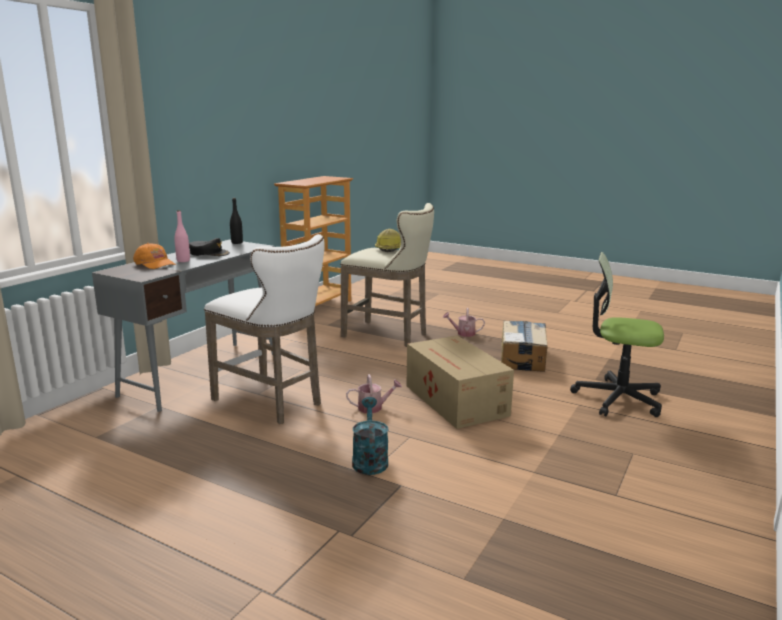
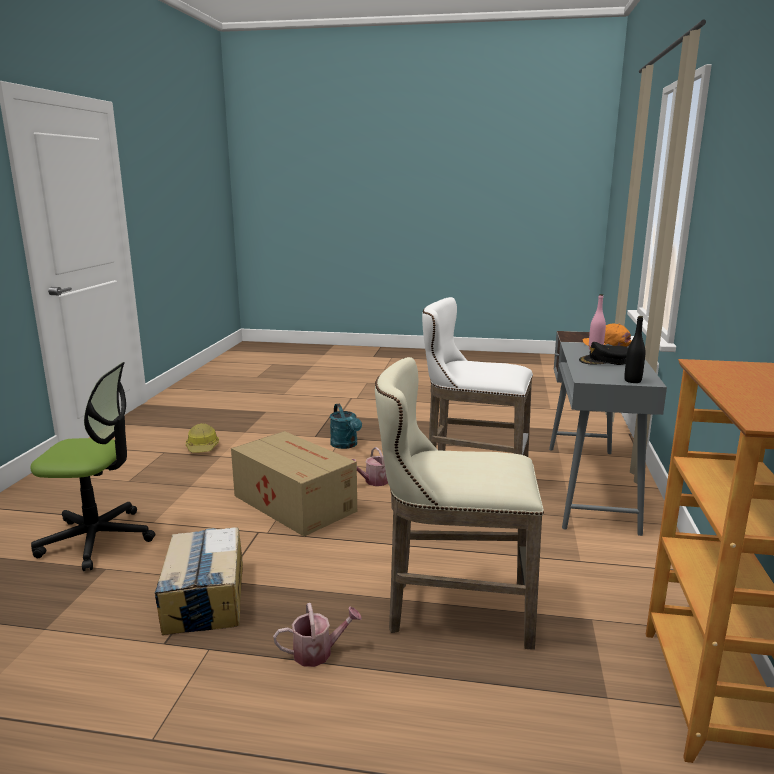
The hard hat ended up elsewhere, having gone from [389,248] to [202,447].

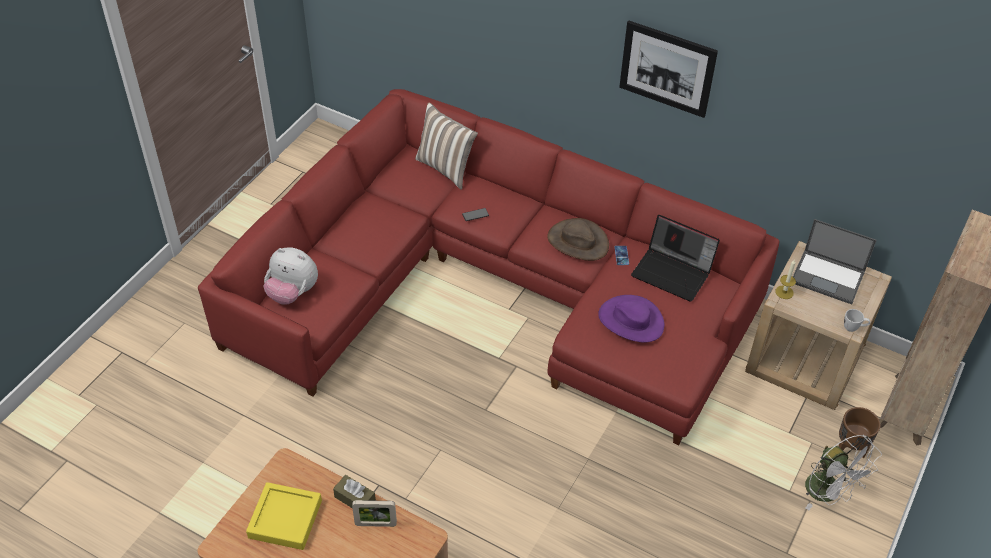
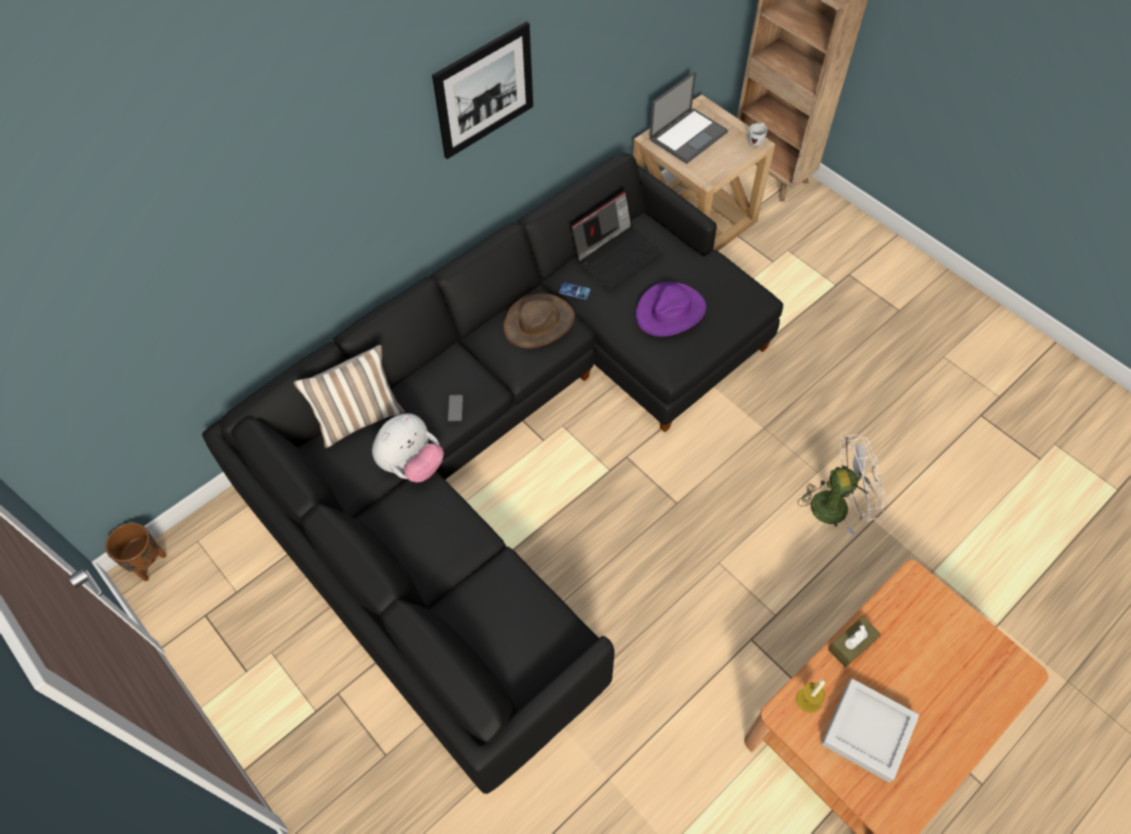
The brown planter ended up elsewhere, having gone from [850,448] to [148,564].
What was the red sofa at [494,289] turned into the black sofa at [508,446].
The plush toy ended up elsewhere, having gone from [292,293] to [412,464].
The candle ended up elsewhere, having gone from [784,292] to [808,700].
The white fan ended up elsewhere, having gone from [828,493] to [837,504].
What was the yellow tray at [285,519] turned into the grey tray at [867,731].
The second view lost the picture frame at [375,524].

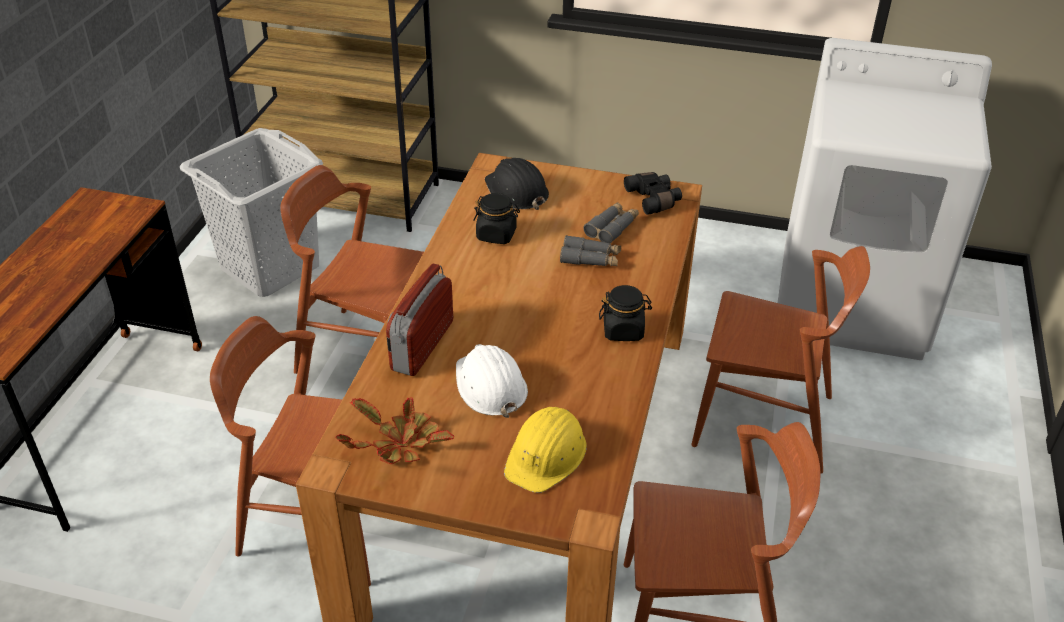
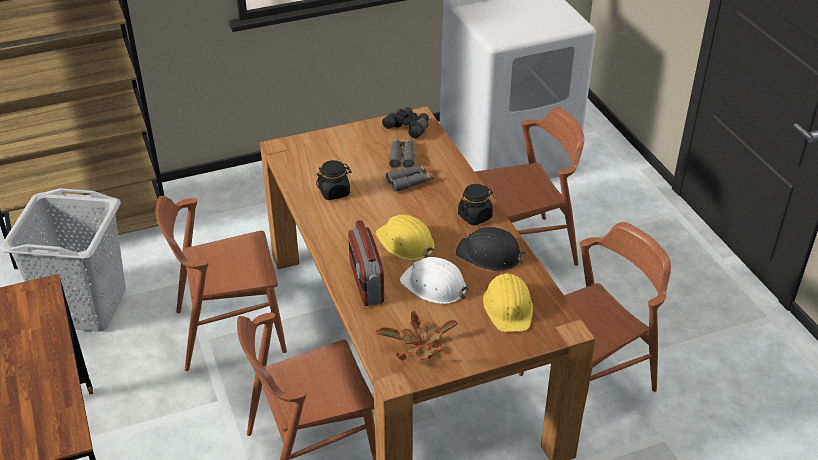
The second view gained the yellow hard hat at [405,242].
The black hard hat ended up elsewhere, having gone from [516,191] to [489,255].

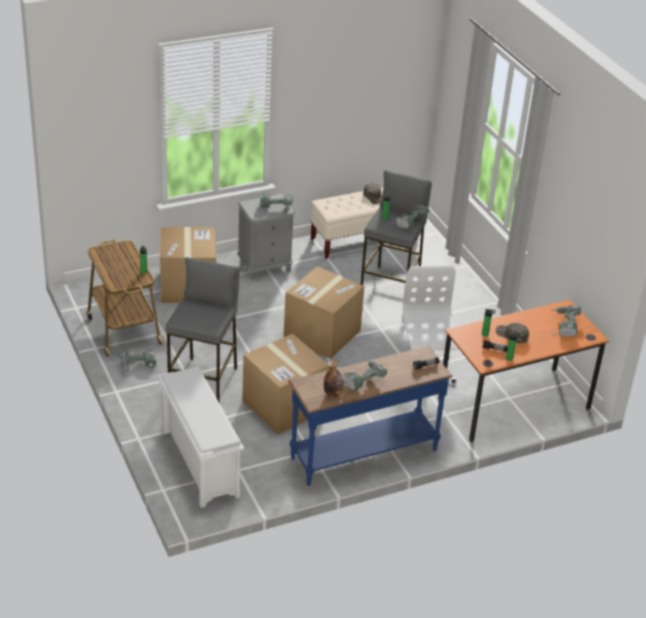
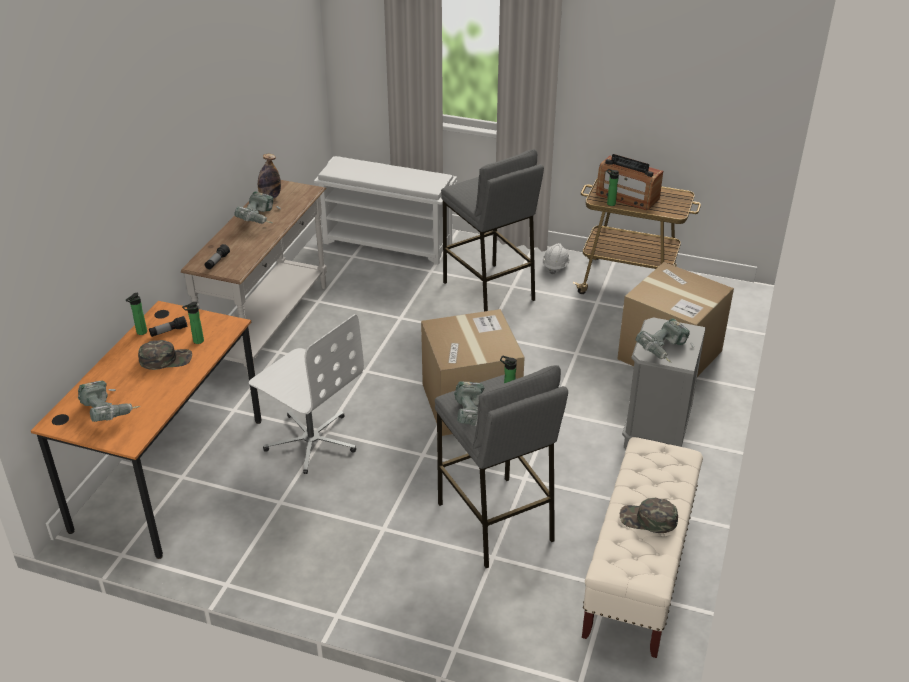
What was the blue console table at [363,453] turned into the white console table at [270,327].
Where the power drill stood at [138,368], the white hard hat came to stand at [555,266].
The second view gained the radio at [627,196].
The second view lost the cardboard box at [284,406].

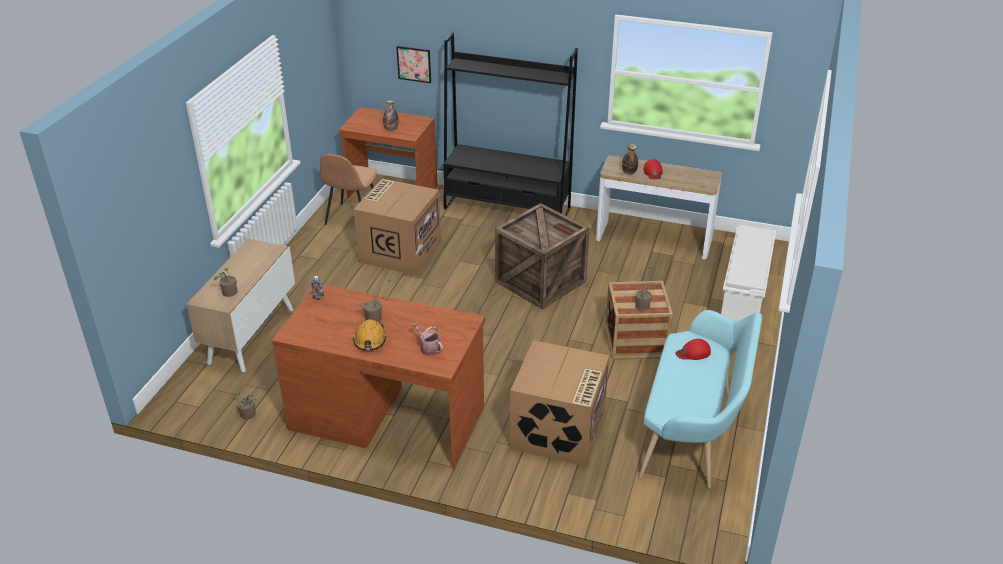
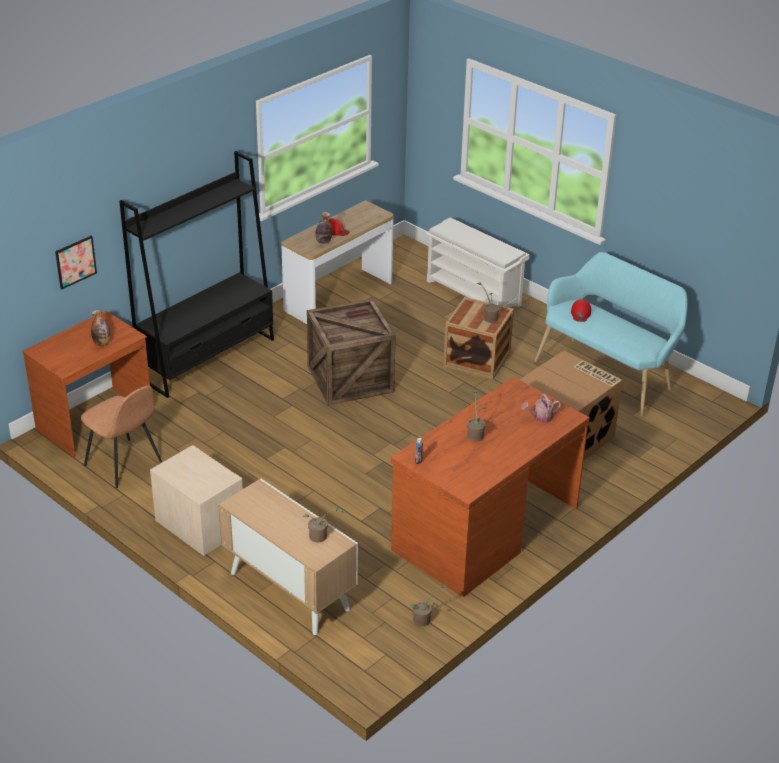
The second view gained the beige nightstand at [199,524].
The second view lost the cardboard box at [400,251].
The second view lost the orange hard hat at [370,340].

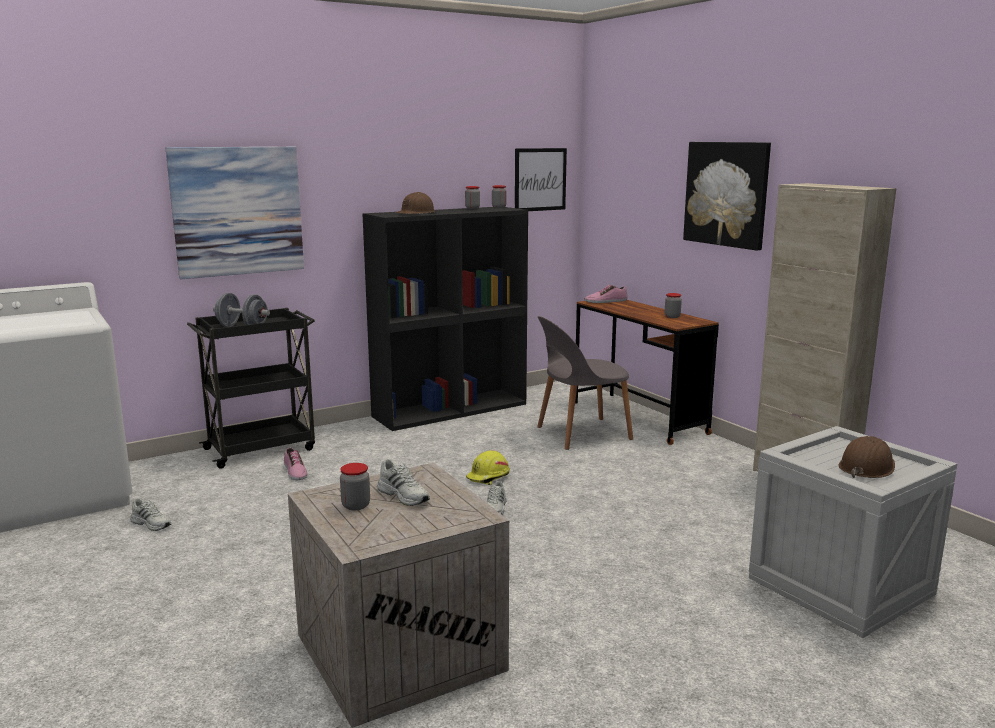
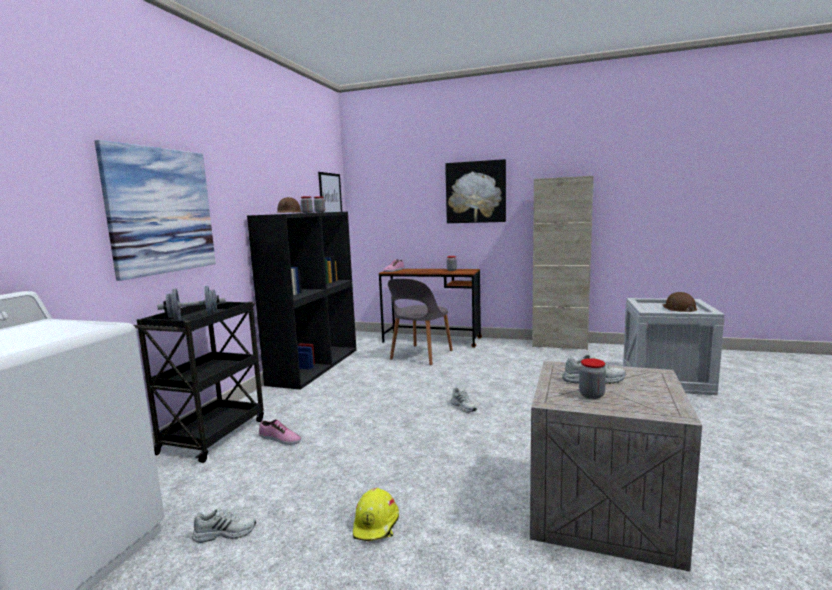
The yellow hard hat ended up elsewhere, having gone from [488,477] to [376,524].

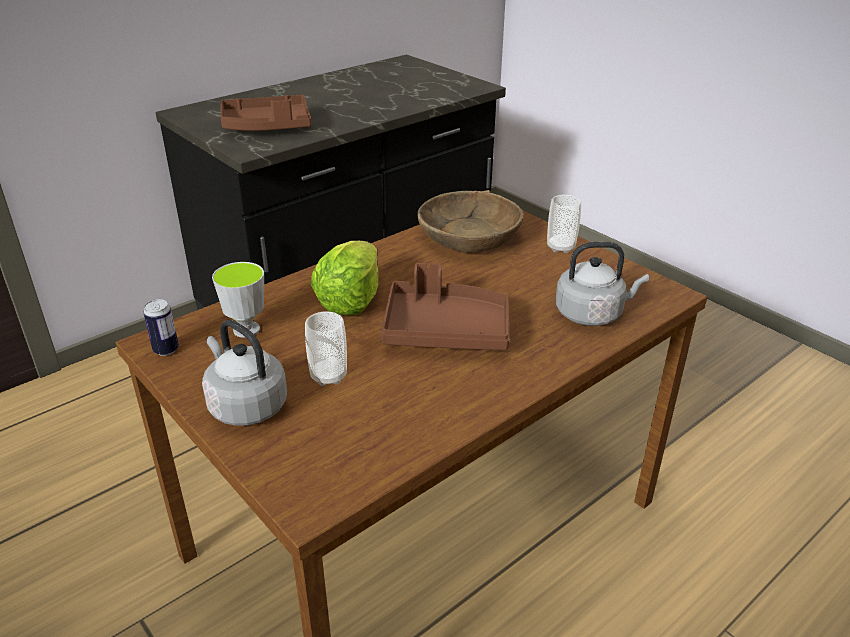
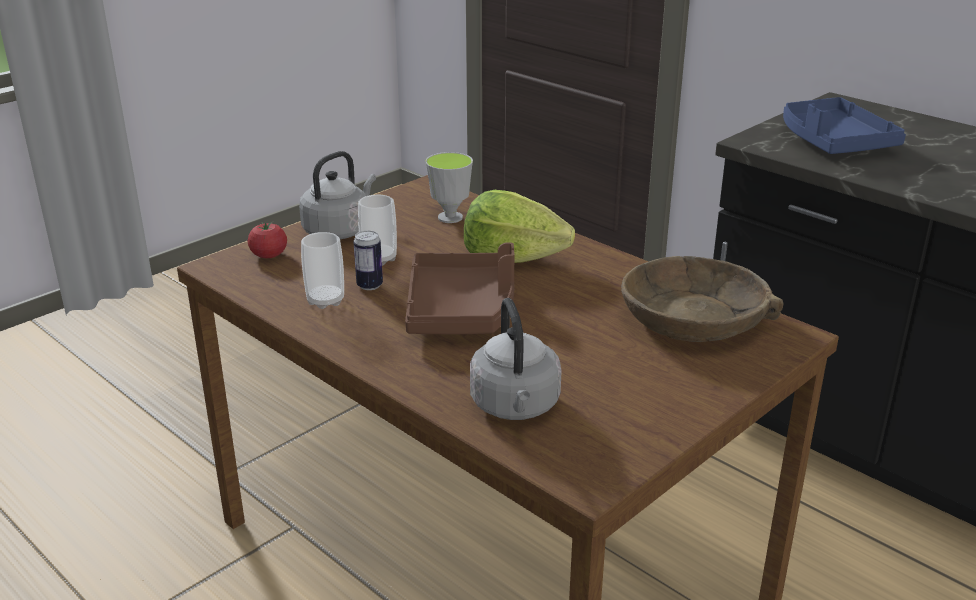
The second view gained the tomato at [269,255].
The cup ended up elsewhere, having gone from [561,247] to [325,301].
The can ended up elsewhere, having gone from [166,350] to [369,285].
What was the brown tray at [267,127] turned into the blue tray at [833,142].

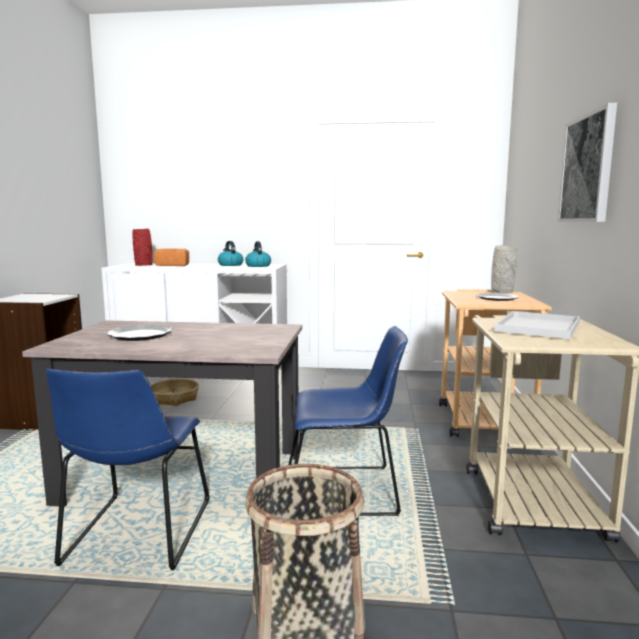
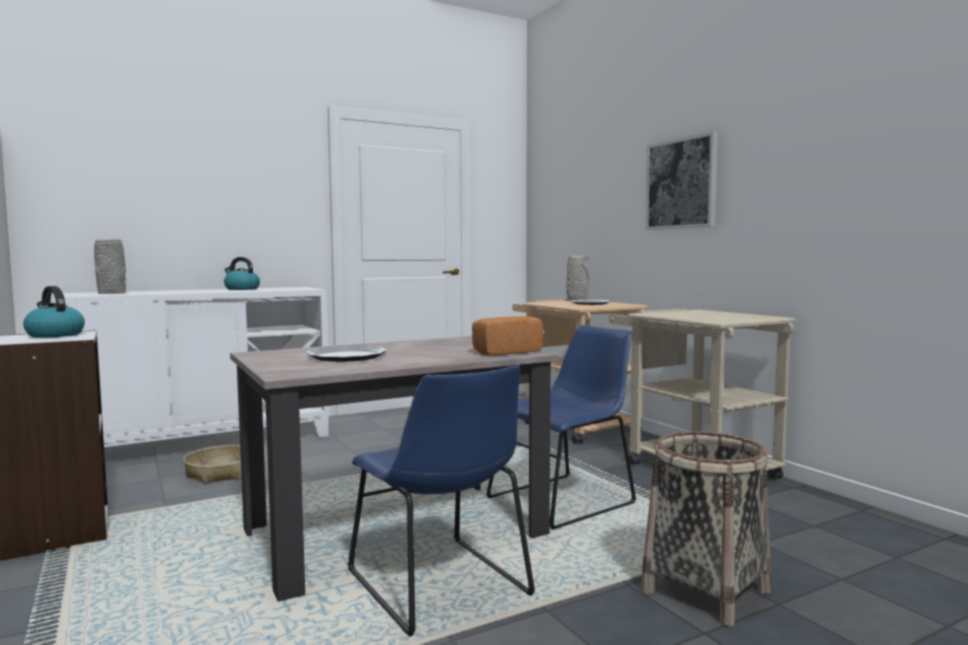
The kettle ended up elsewhere, having gone from [258,266] to [54,335].
What was the red vase at [144,265] turned into the grey vase at [112,293].
The bread ended up elsewhere, having gone from [173,265] to [504,352].
The second view lost the white tray at [539,327].

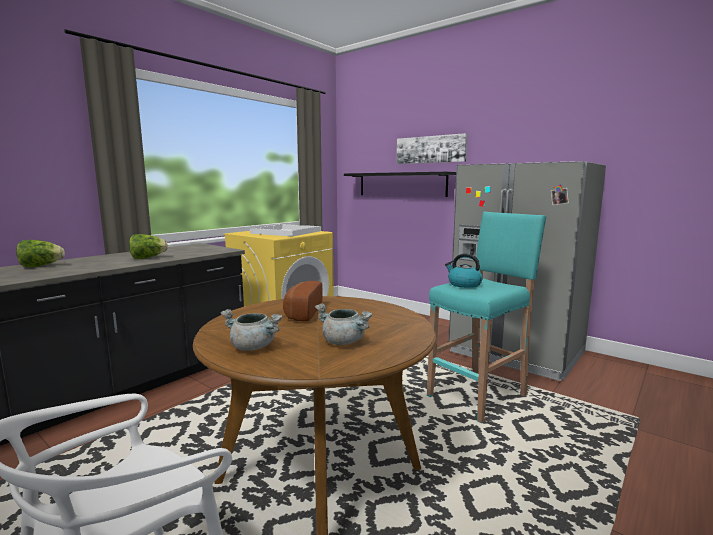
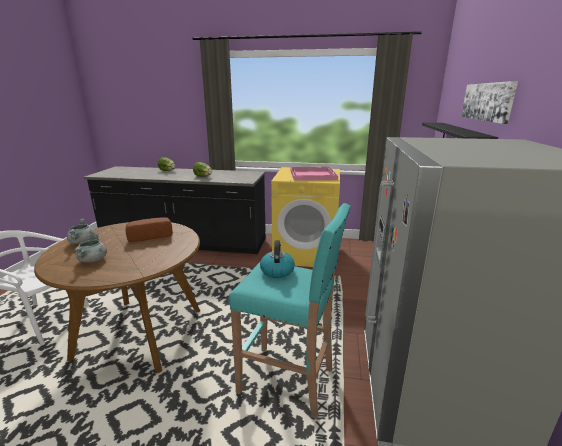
What was the white tray at [285,232] turned into the pink tray at [312,175].

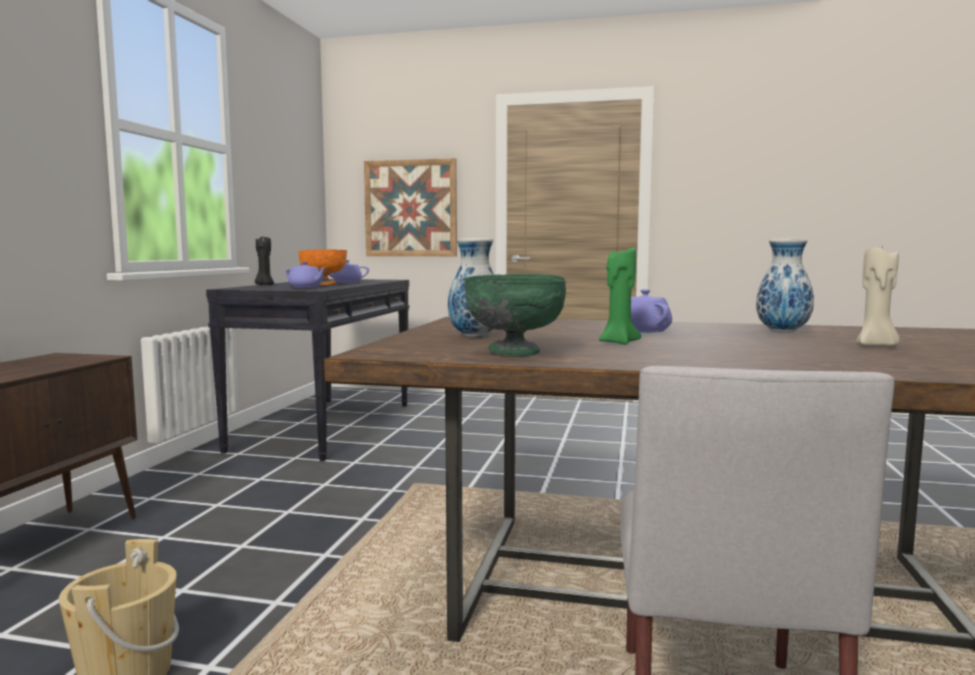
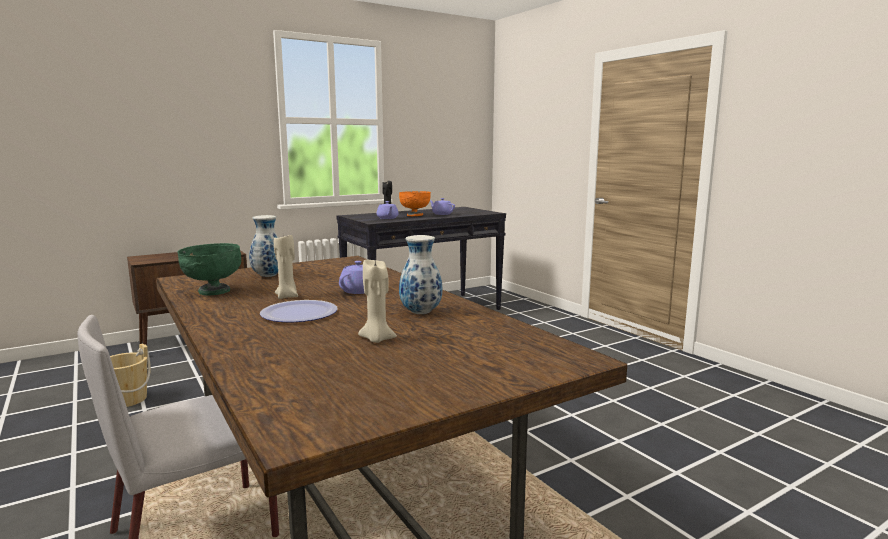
The second view gained the plate at [299,313].
What was the green candle at [618,342] turned into the beige candle at [287,296].
The second view lost the picture at [410,208].

